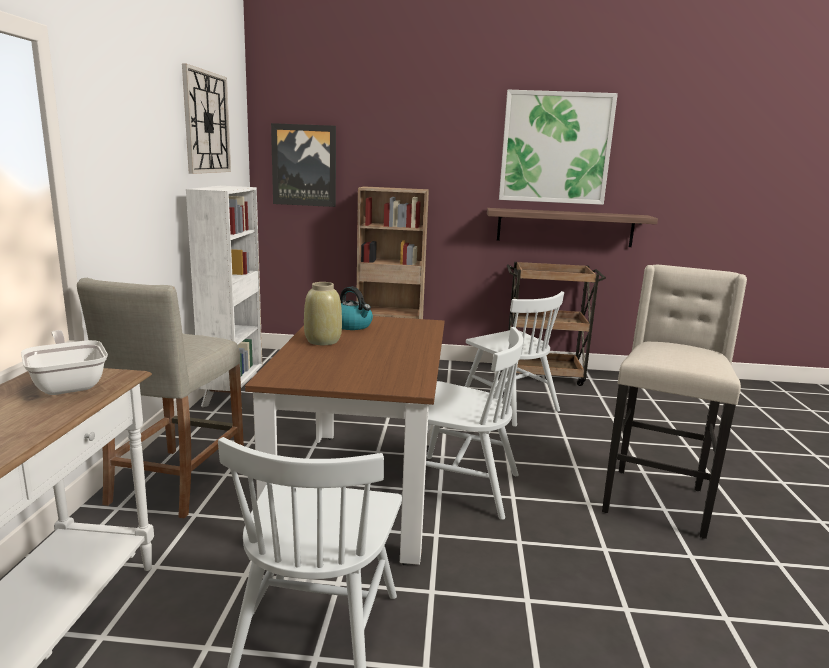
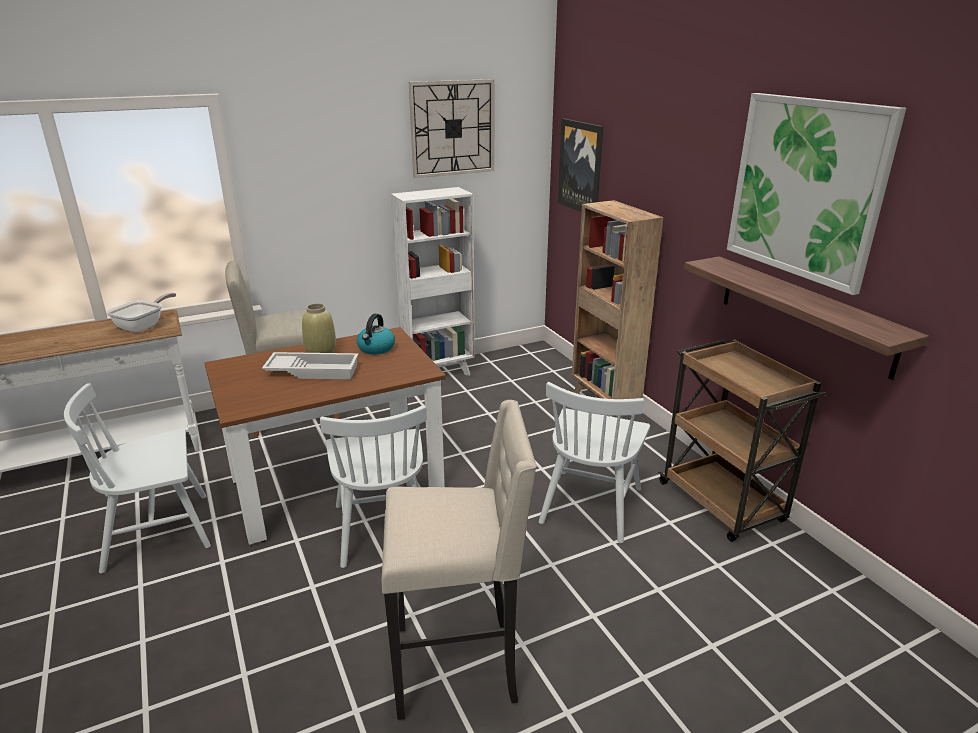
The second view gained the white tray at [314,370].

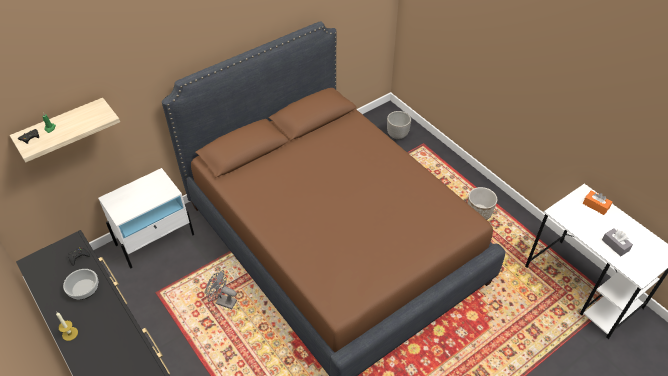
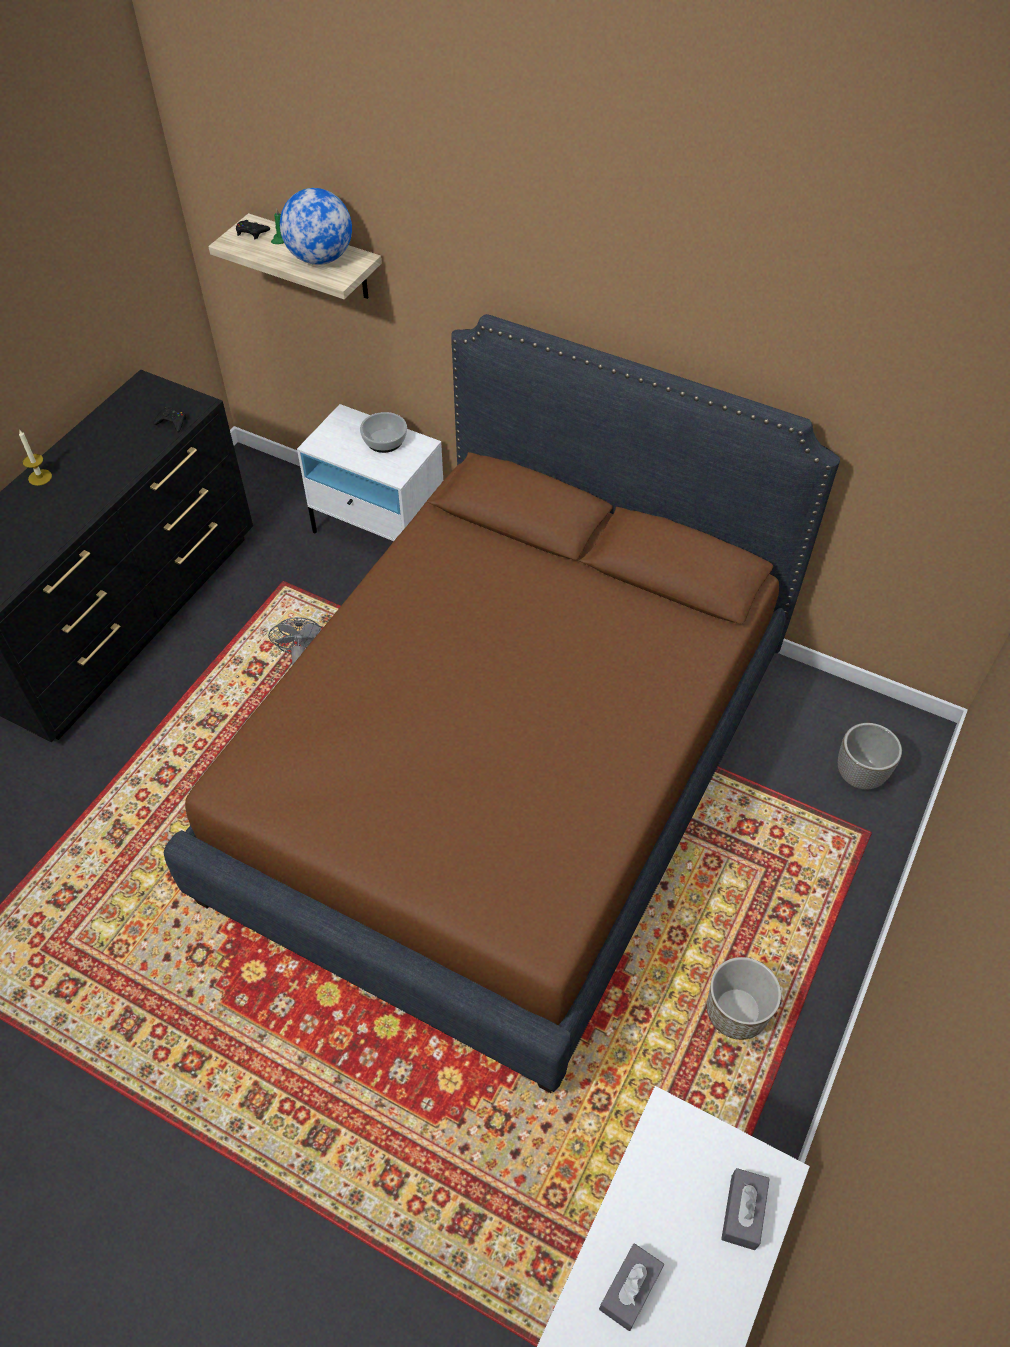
The second view gained the globe at [320,259].
The bowl ended up elsewhere, having gone from [84,289] to [384,441].
What was the orange tissue box at [595,206] turned into the grey tissue box at [743,1212].

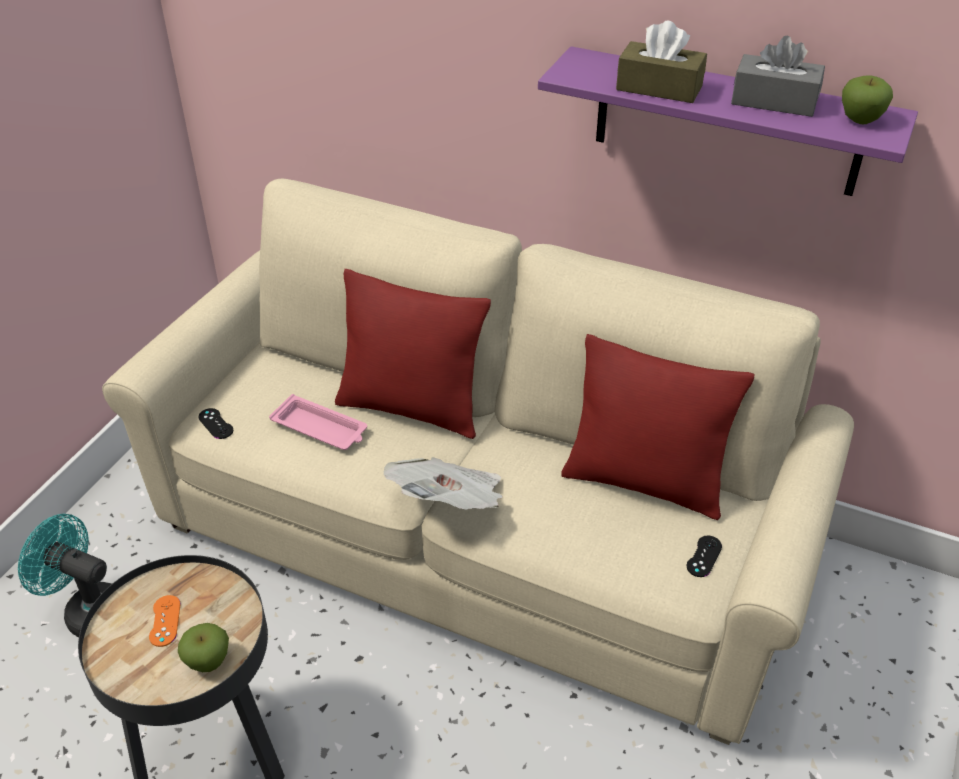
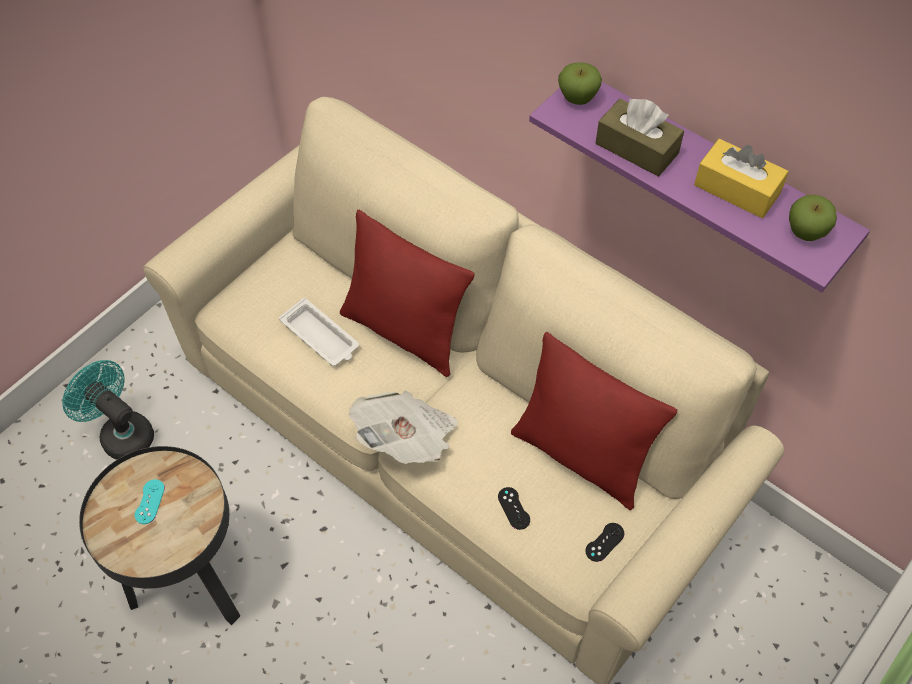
What was the orange game controller at [165,621] turned into the turquoise game controller at [149,501].
What was the pink tray at [321,429] turned into the white tray at [321,337].
The black game controller ended up elsewhere, having gone from [216,424] to [514,508].
The apple ended up elsewhere, having gone from [208,662] to [577,98].
What was the grey tissue box at [774,101] turned into the yellow tissue box at [737,189].

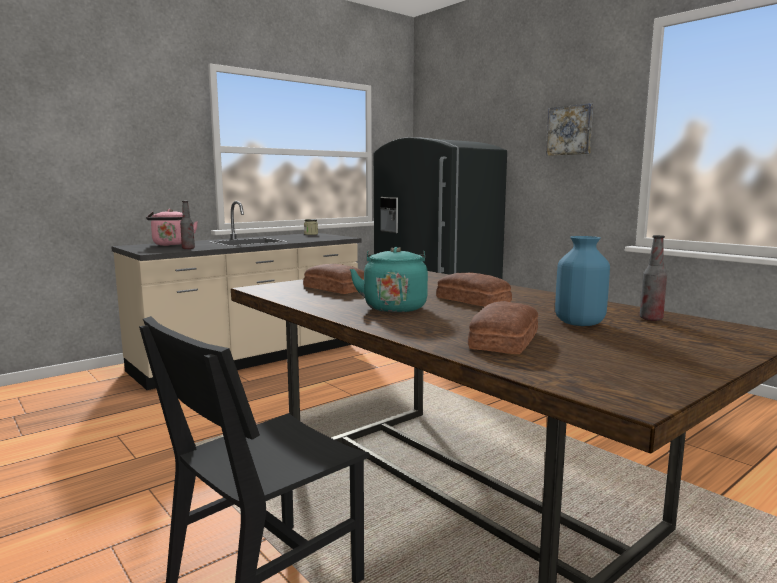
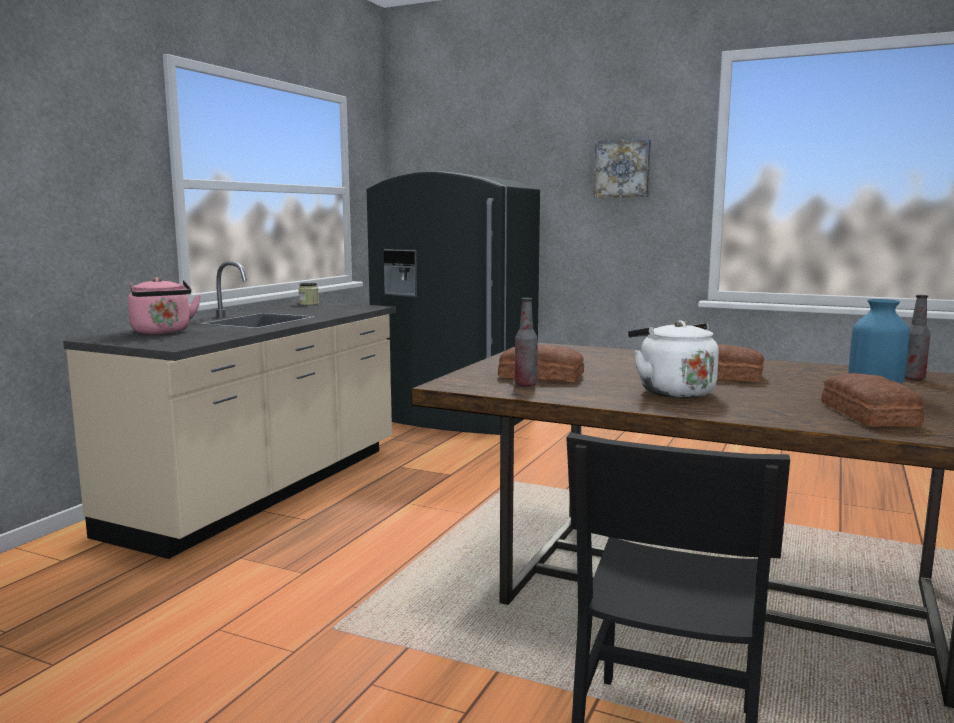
The bottle ended up elsewhere, having gone from [188,248] to [525,384].
What was the turquoise kettle at [394,307] turned into the white kettle at [672,392].

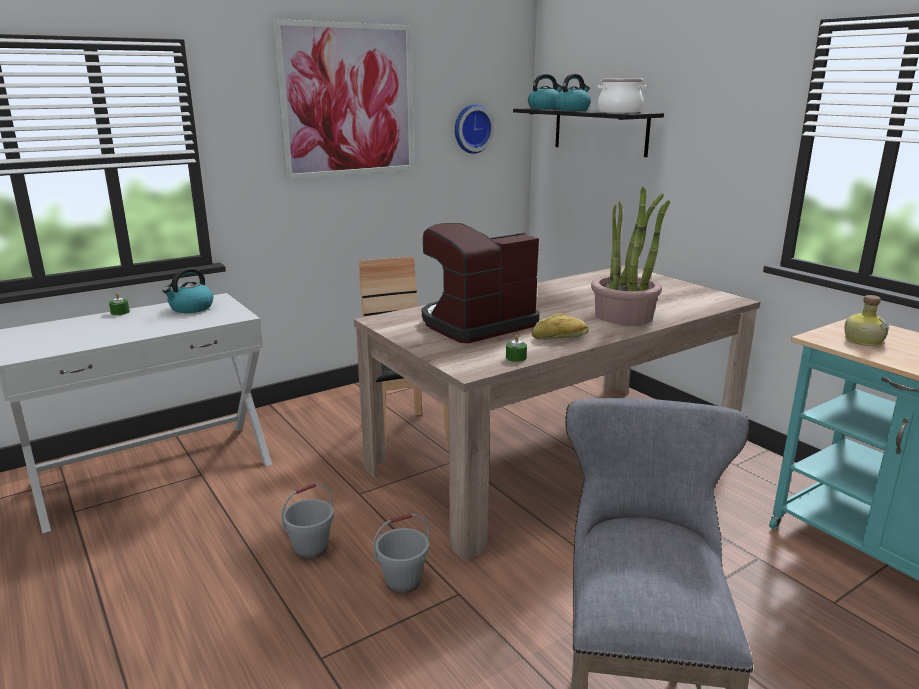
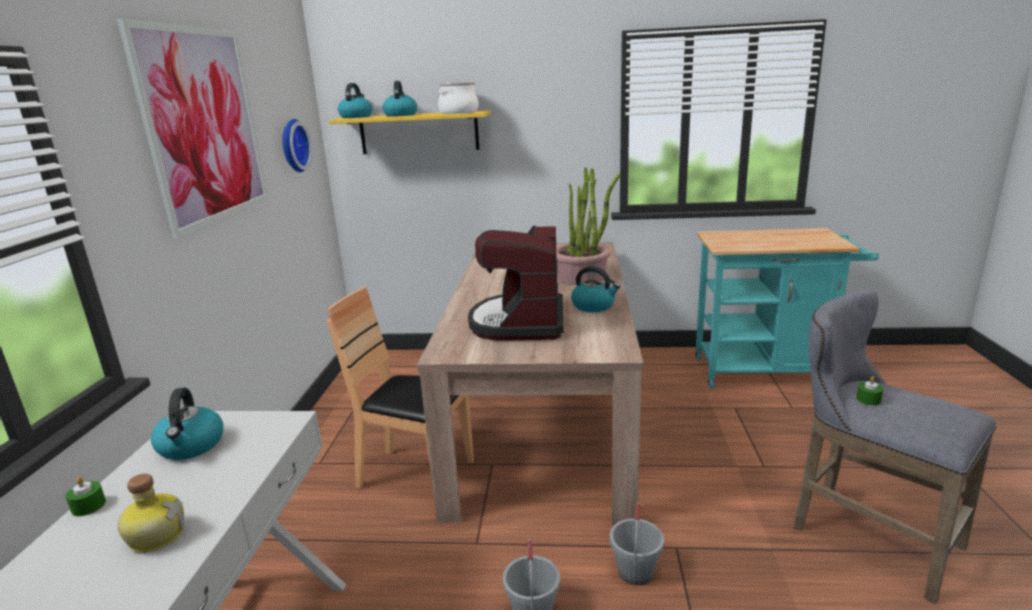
The bottle ended up elsewhere, having gone from [862,340] to [156,535].
What was the black shelf at [600,131] turned into the yellow shelf at [419,132].
Where the bread stood at [560,337], the kettle came to stand at [594,306].
The green candle ended up elsewhere, having gone from [516,357] to [868,399].

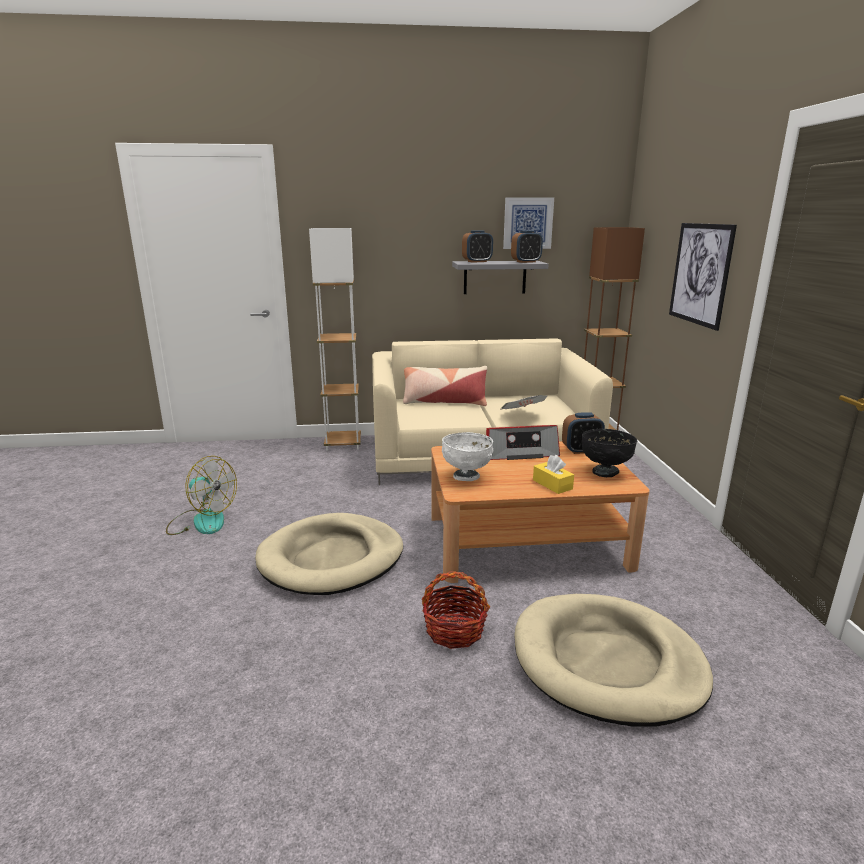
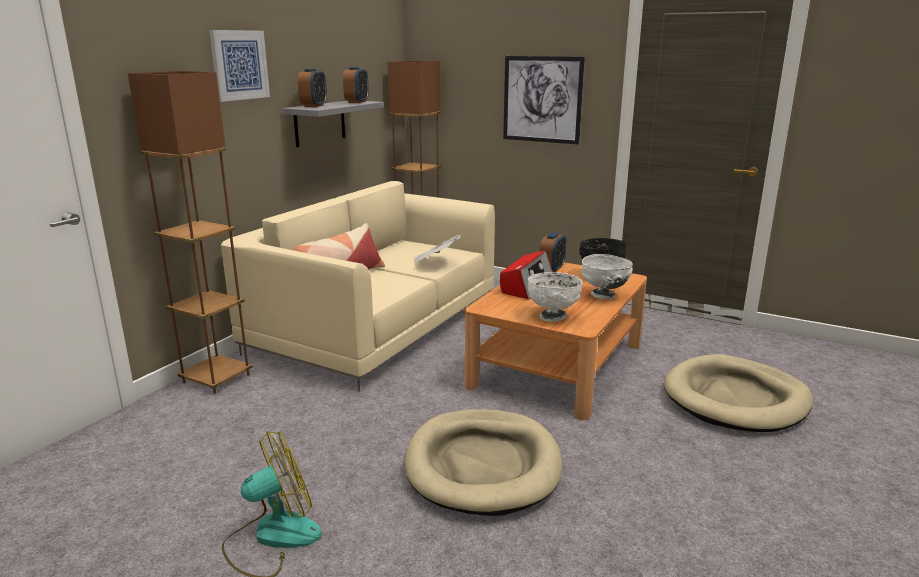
What was the white floor lamp at [343,444] turned into the brown floor lamp at [216,378].
The picture ended up elsewhere, having gone from [528,223] to [239,65].
Where the yellow tissue box stood at [552,484], the white bowl came to stand at [603,296].
The second view lost the basket at [454,630].

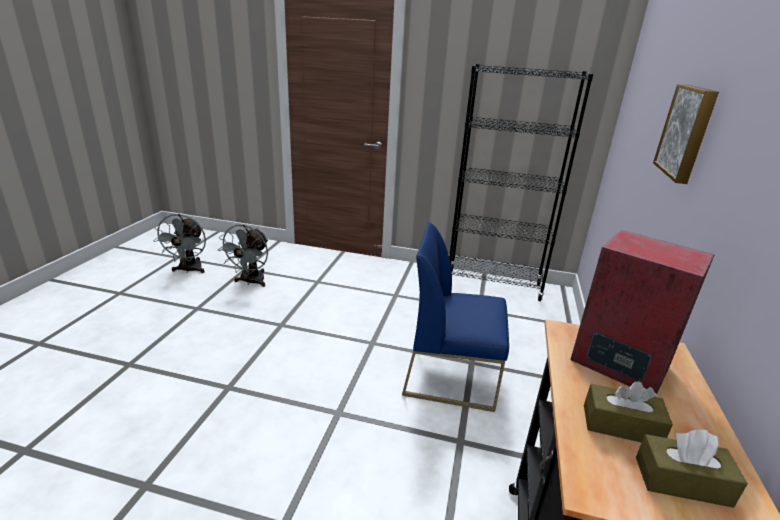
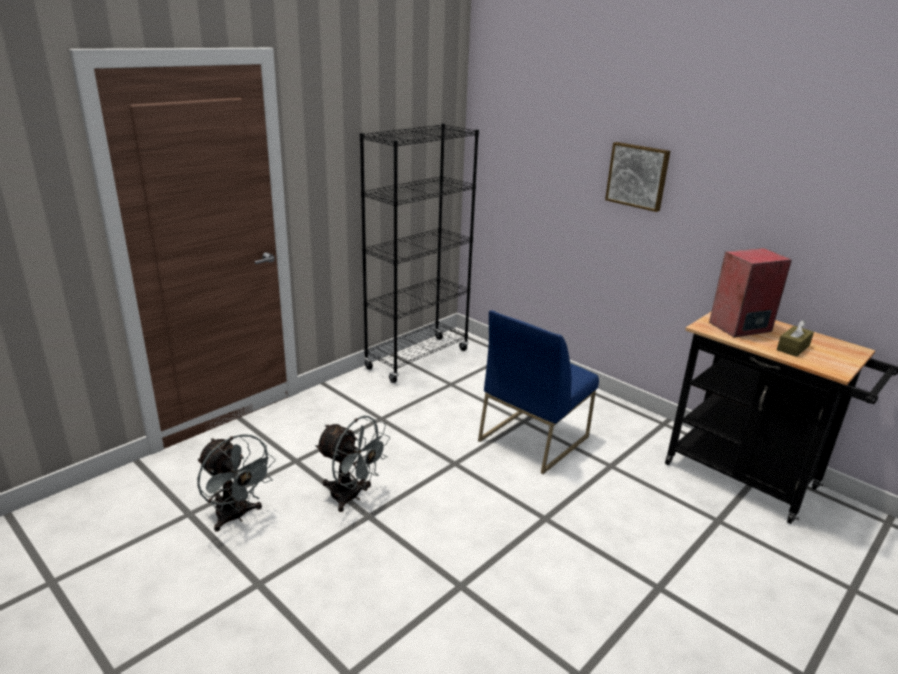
The grey fan ended up elsewhere, having gone from [189,270] to [352,496].
The second view lost the brown tissue box at [682,481].

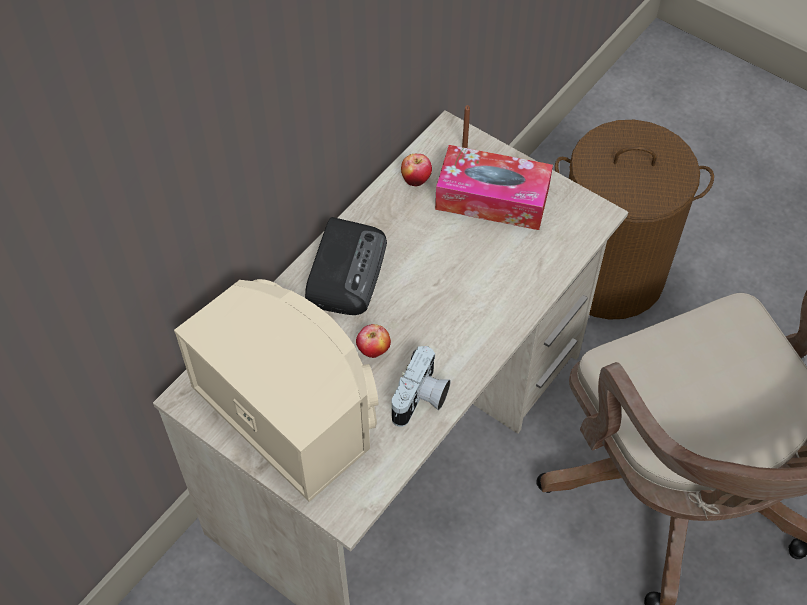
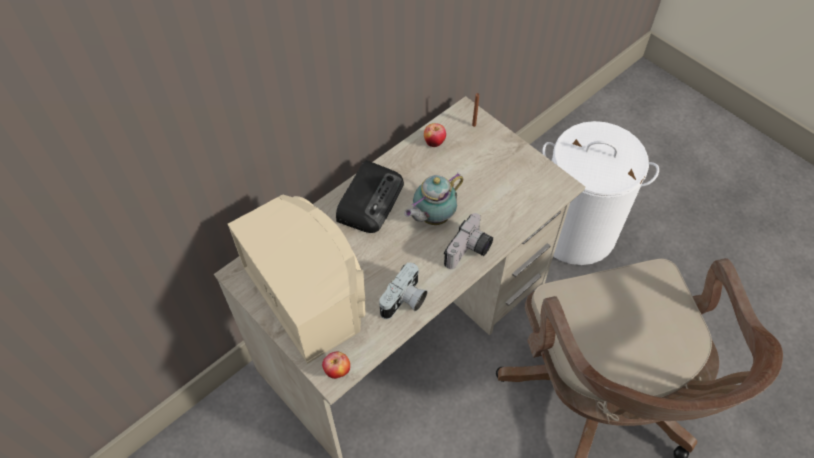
The apple ended up elsewhere, having gone from [373,351] to [337,371].
The second view gained the teapot at [432,217].
The second view gained the photo camera at [469,252].
What was the brown laundry basket at [608,274] turned into the white laundry basket at [576,231].
The second view lost the tissue box at [492,198].

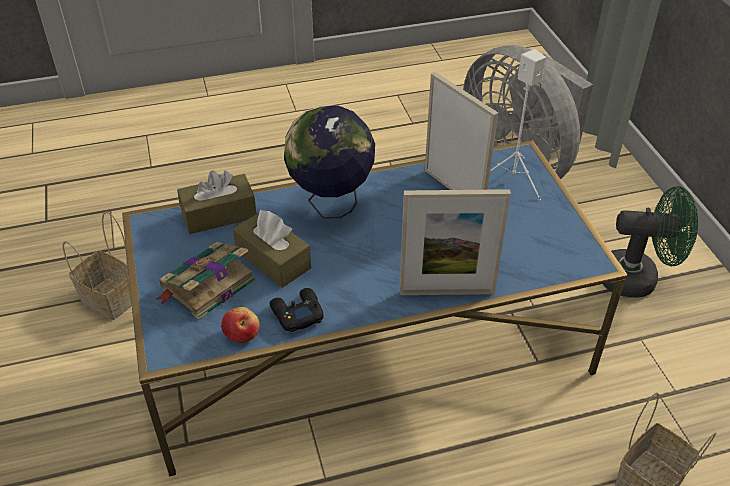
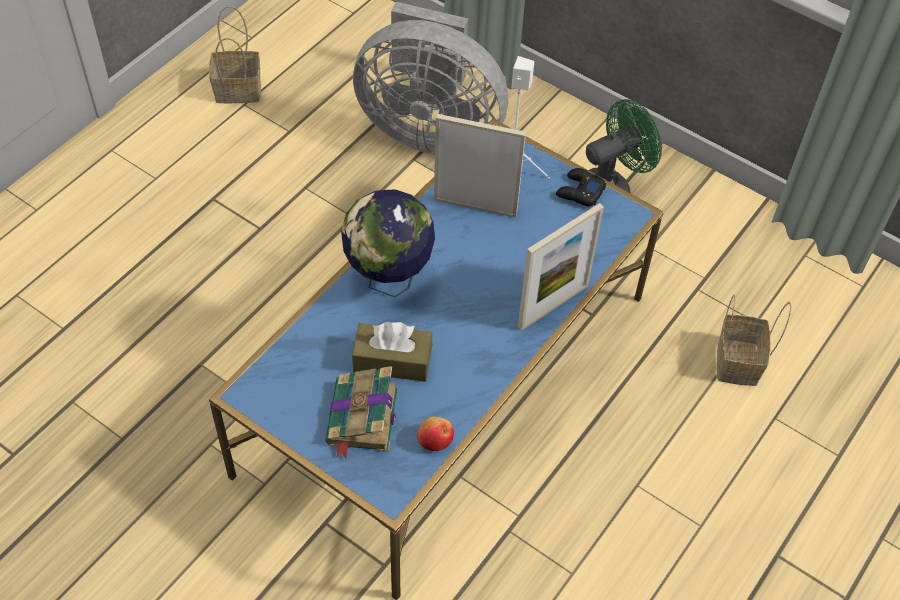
The basket ended up elsewhere, having gone from [112,298] to [239,89].
The black game controller ended up elsewhere, having gone from [296,313] to [579,192].
The second view lost the brown tissue box at [219,215].

